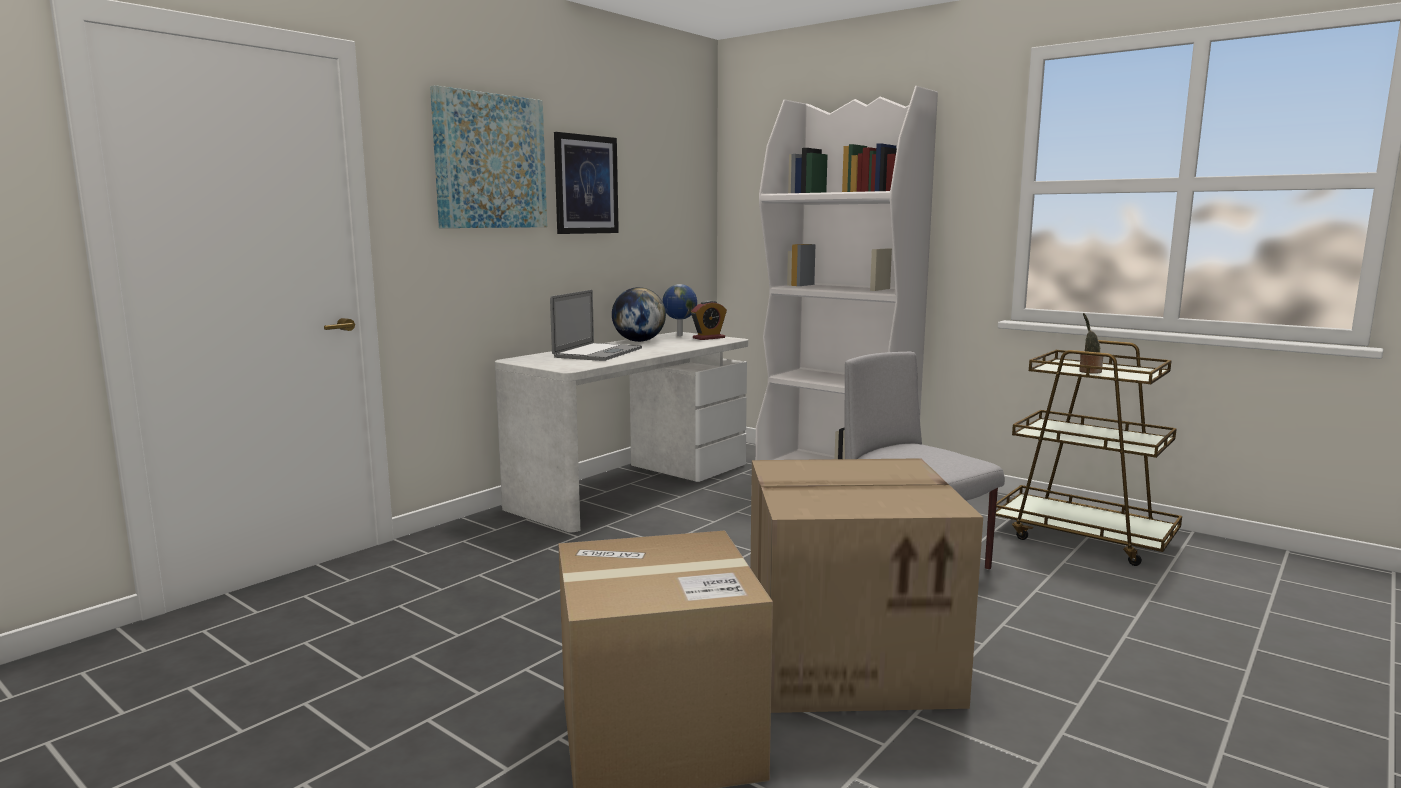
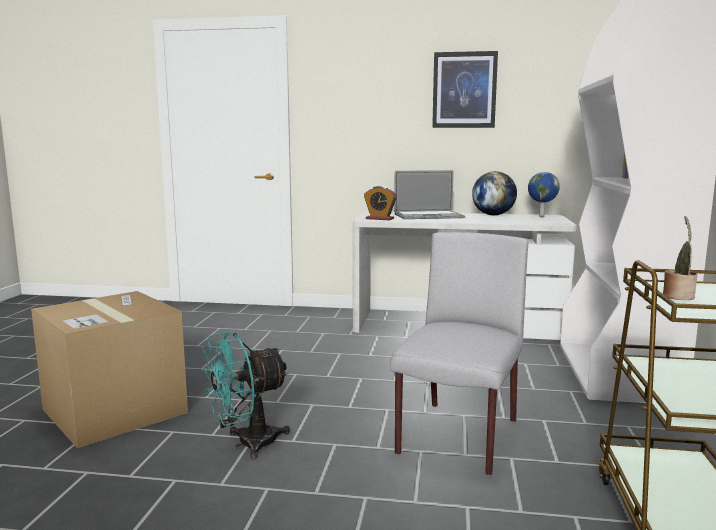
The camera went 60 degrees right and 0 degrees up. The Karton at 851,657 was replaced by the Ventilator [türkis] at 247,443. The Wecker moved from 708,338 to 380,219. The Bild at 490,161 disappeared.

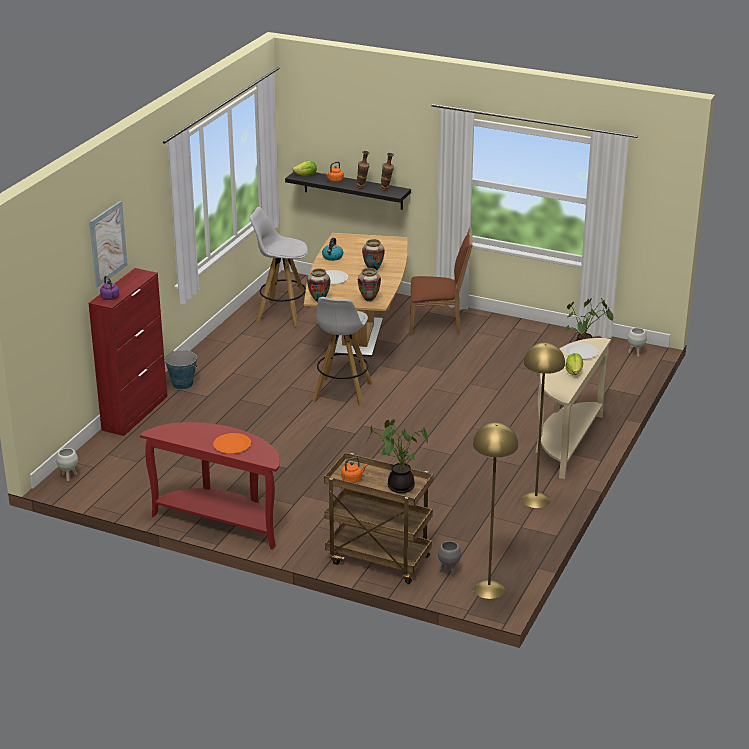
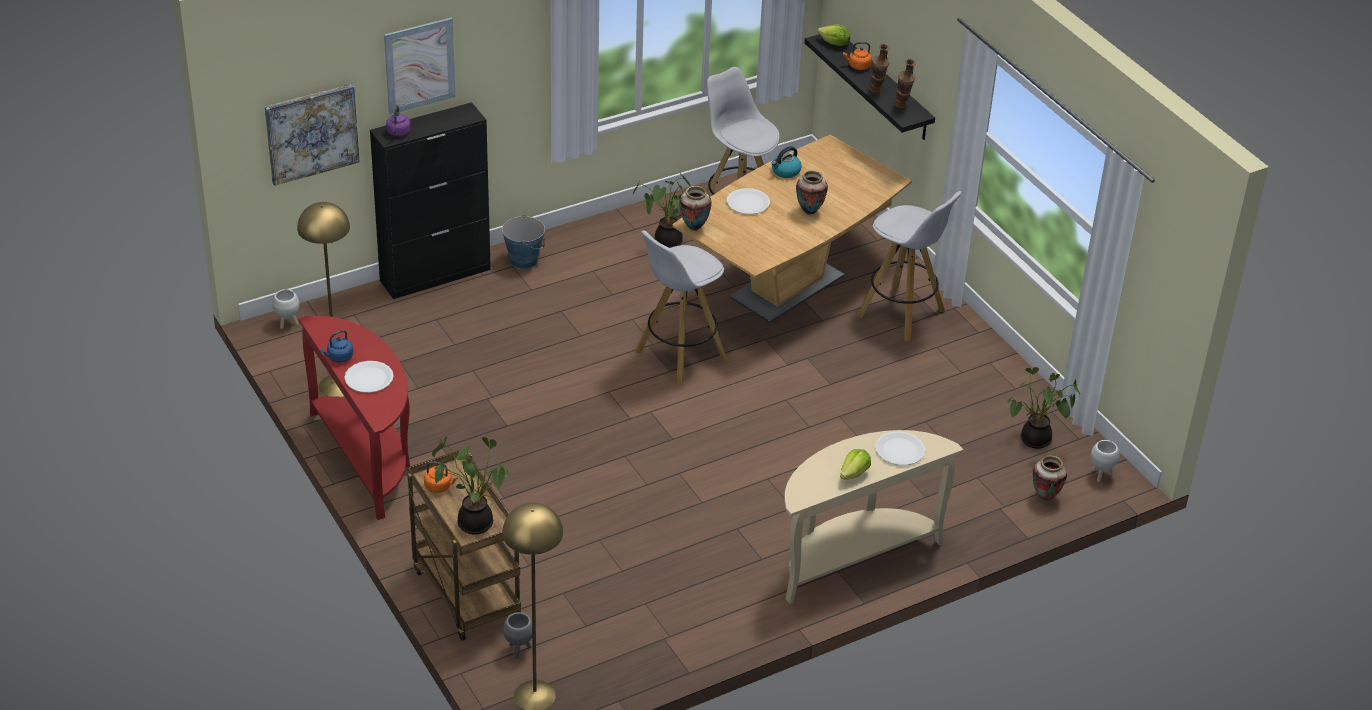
The camera went 35 degrees right and 10 degrees up. The Bild at 312,133 appeared. The Stehlampe [gelb] moved from 535,500 to 336,385. The Wasserkessel [blau] at 339,357 appeared. The Teller [orange] at 232,445 became the Teller [weiß] at 369,378. The Schrank [rot] at 135,413 became the Schrank [schwarz] at 436,275. The Topfpflanze at 665,241 appeared. The Stuhl [braun] at 438,324 was replaced by the Hocker [weiß] at 902,314. The Vase moved from 369,300 to 1045,497.

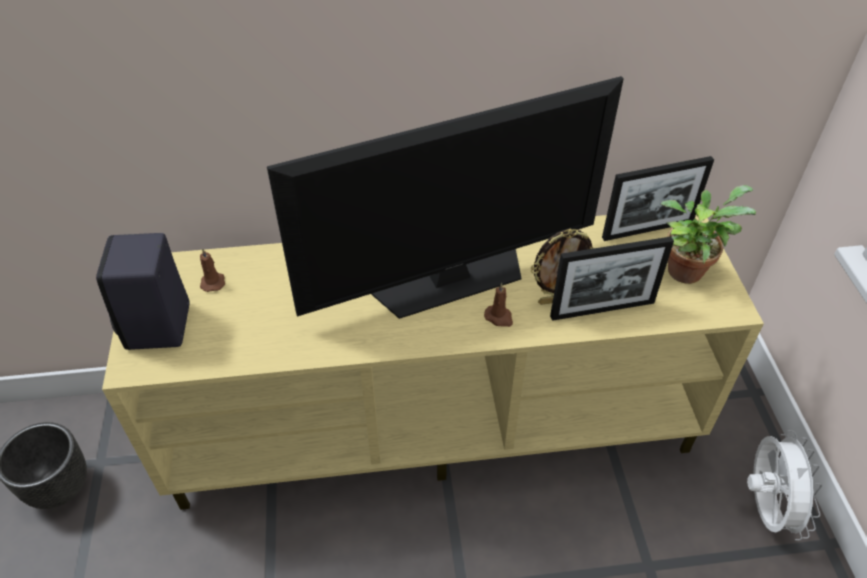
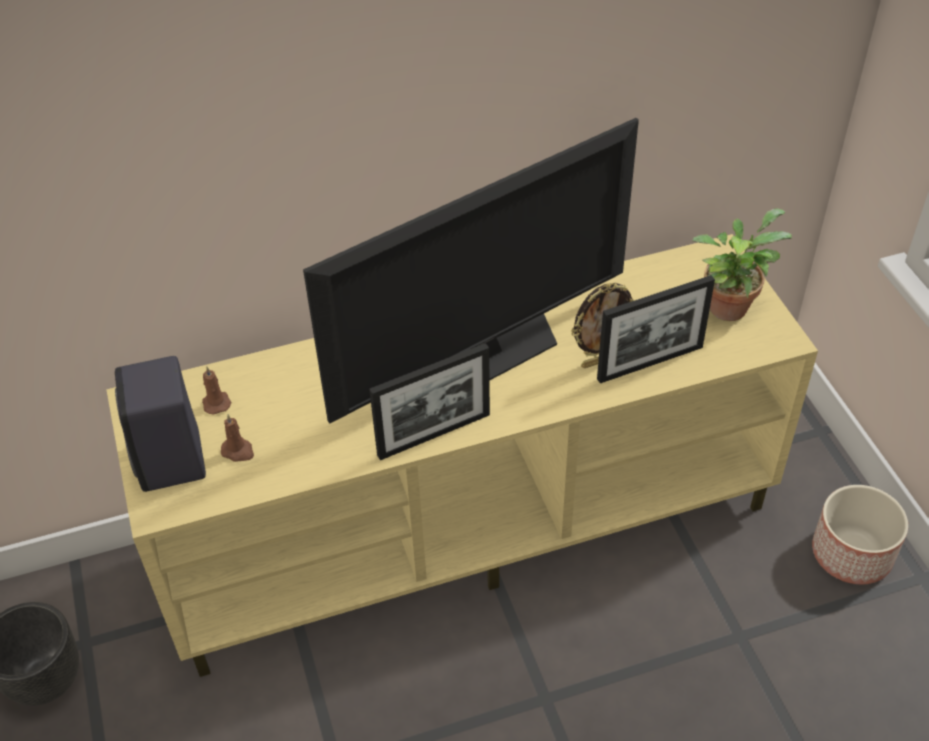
The camera went 10 degrees left and 0 degrees up. The Kerze [braun] moved from 499,317 to 238,451. The Bilderrahmen moved from 648,229 to 434,435. The Ventilator [weiß] at 764,508 was replaced by the Pflanzkübel at 850,553.

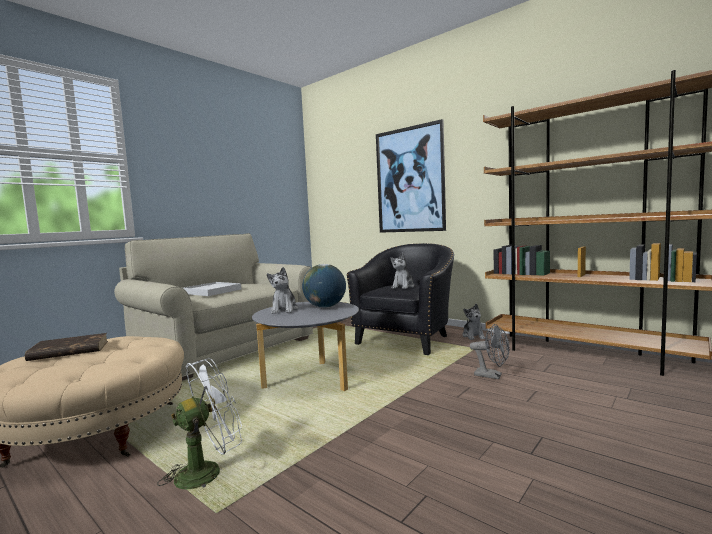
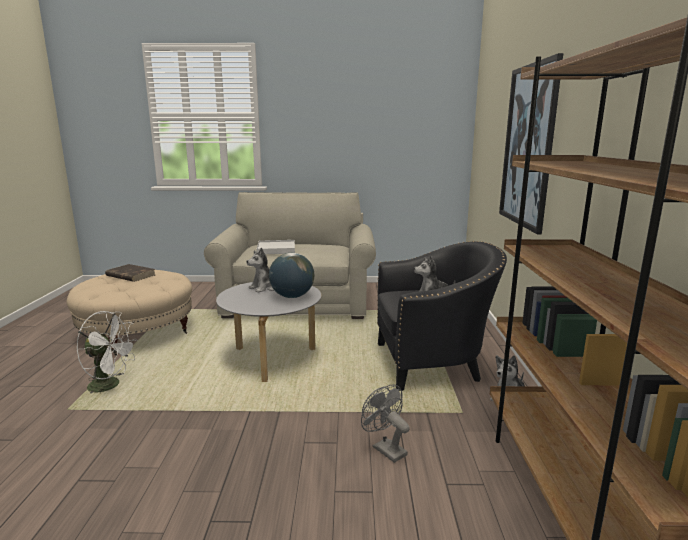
The camera went 50 degrees right and 10 degrees up. The Ventilator [grau] at 492,376 turned 150 degrees clockwise.

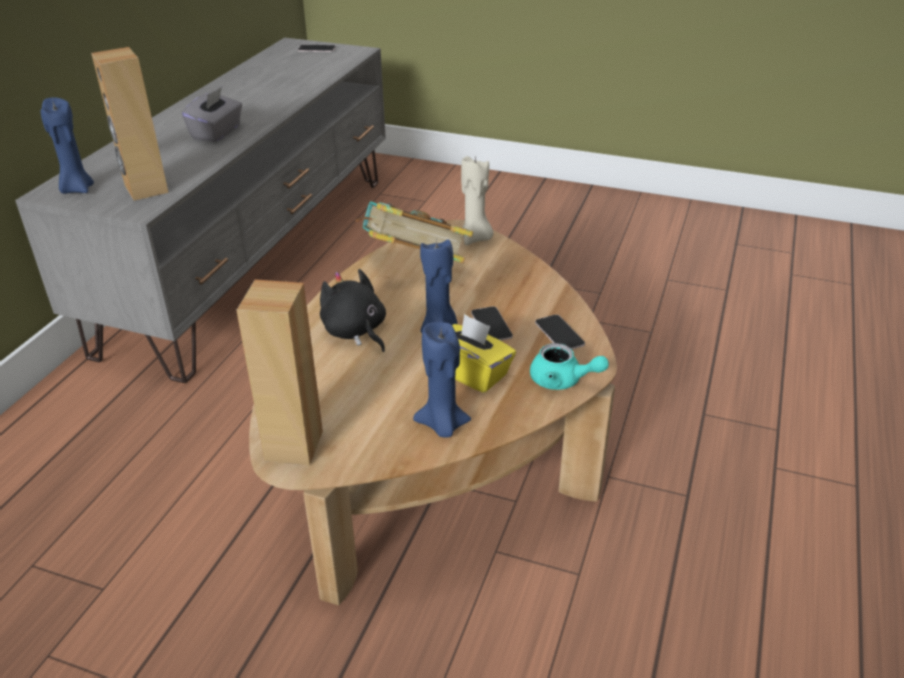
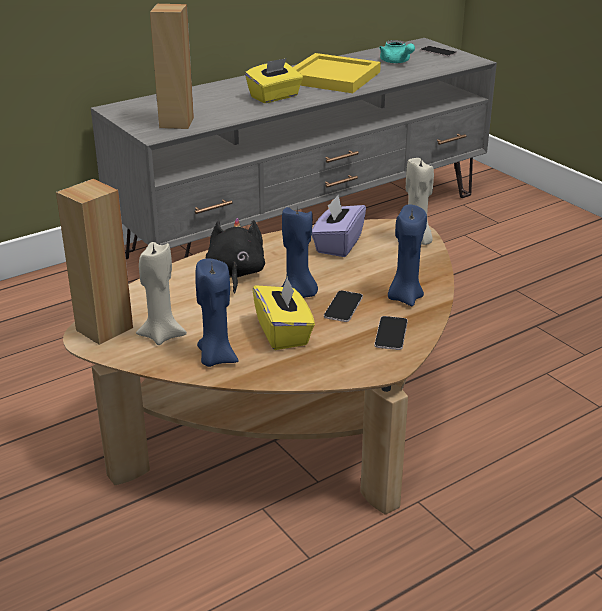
The camera went 35 degrees right and 5 degrees down. The Kerze [beige] at 161,335 appeared. The Taschentuchbox [grau] at 217,133 became the Taschentuchbox [gelb] at 274,97. The Tablett [gelb] at 331,77 appeared. The Buch at 414,266 was replaced by the Taschentuchbox [lila] at 338,244. The Teekanne [türkis] moved from 562,381 to 396,62. The Kerze [blau] moved from 76,189 to 404,297.

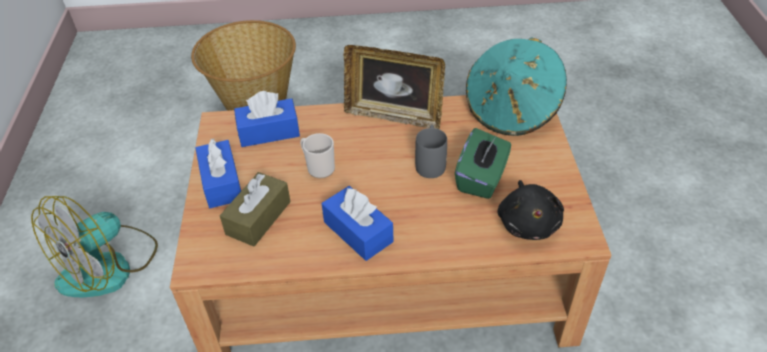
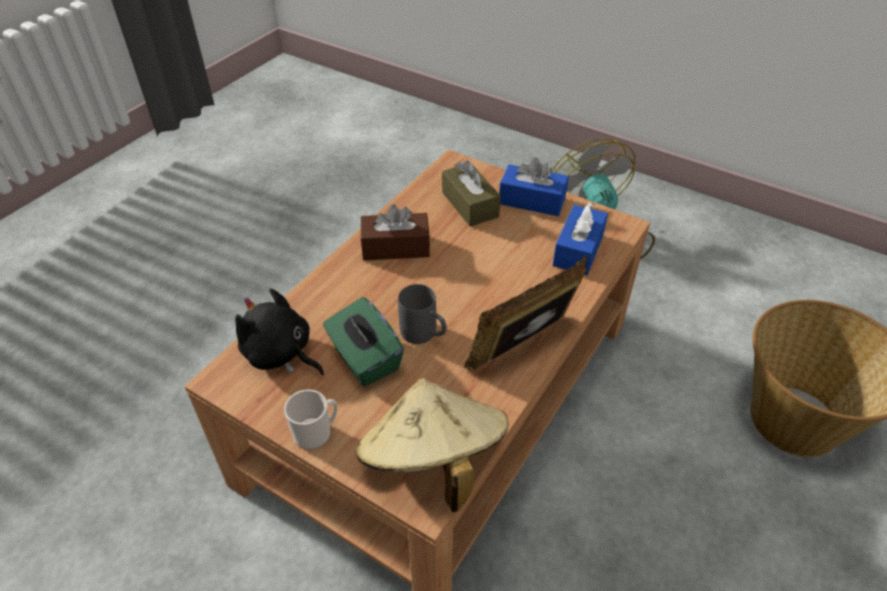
The camera went 125 degrees right and 0 degrees up. The Henkelbecher moved from 318,167 to 316,433. The Hut [türkis] at 512,110 became the Hut [beige] at 432,463. The Taschentuchbox [blau] at 358,232 became the Taschentuchbox [braun] at 395,247.

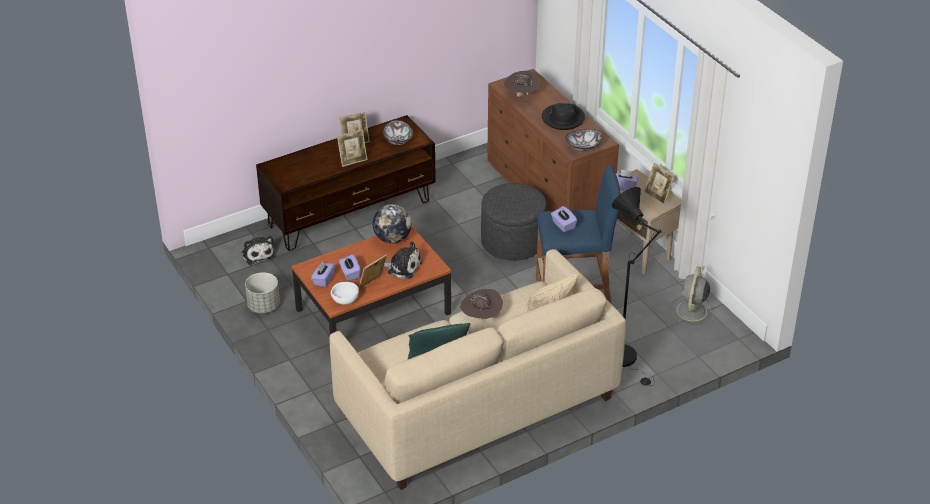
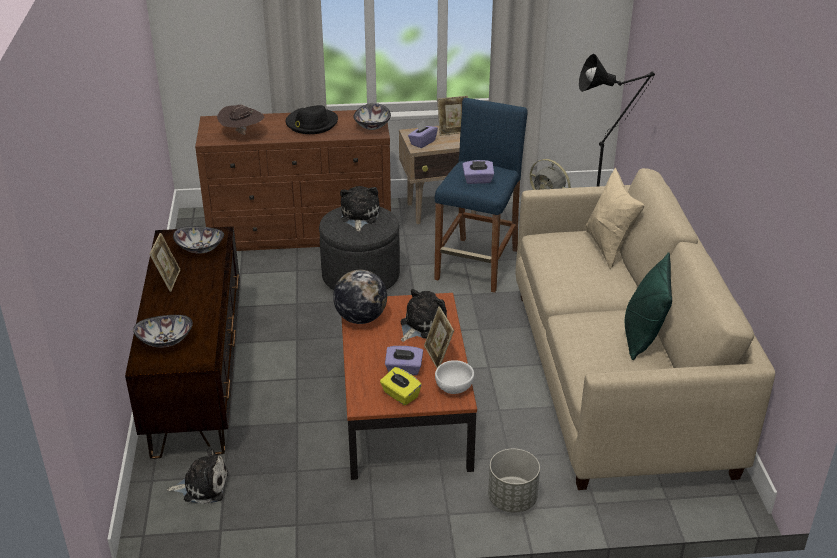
The camera went 65 degrees left and 5 degrees down. The Schüssel at 165,340 appeared. The Plüschtier at 359,216 appeared. The Taschentuchbox [lila] at 323,280 became the Taschentuchbox [gelb] at 400,395. The Pflanzkübel [grau] moved from 263,306 to 512,499. The Bilderrahmen at 353,160 disappeared. The Hut [braun] at 481,317 disappeared.

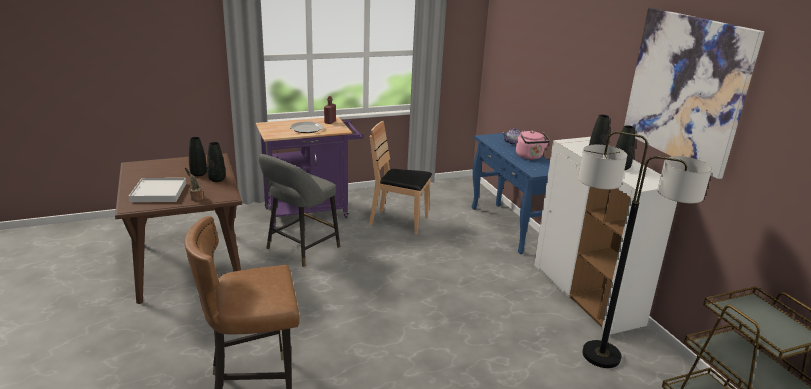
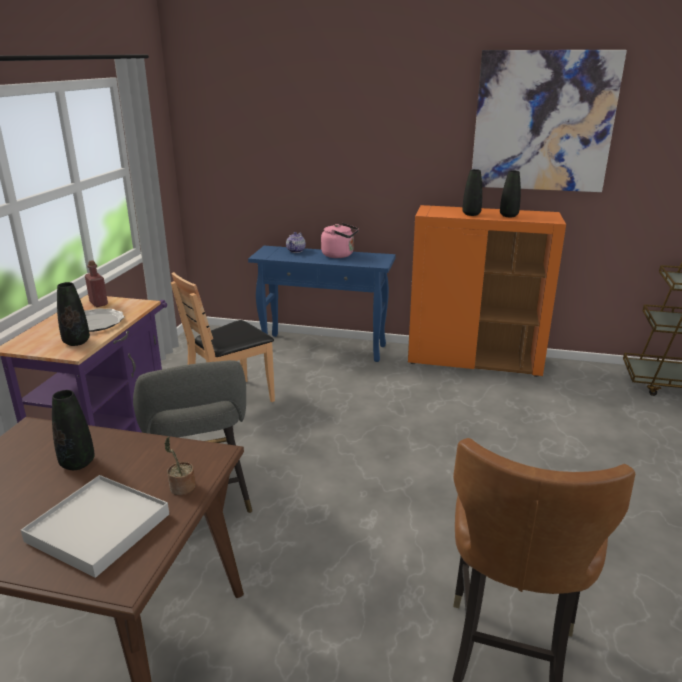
The camera went 55 degrees left and 0 degrees up. The Vase [schwarz] moved from 217,180 to 76,342. The Schrank [weiß] at 586,296 became the Schrank [orange] at 475,361. The Stehlampe at 601,355 disappeared.

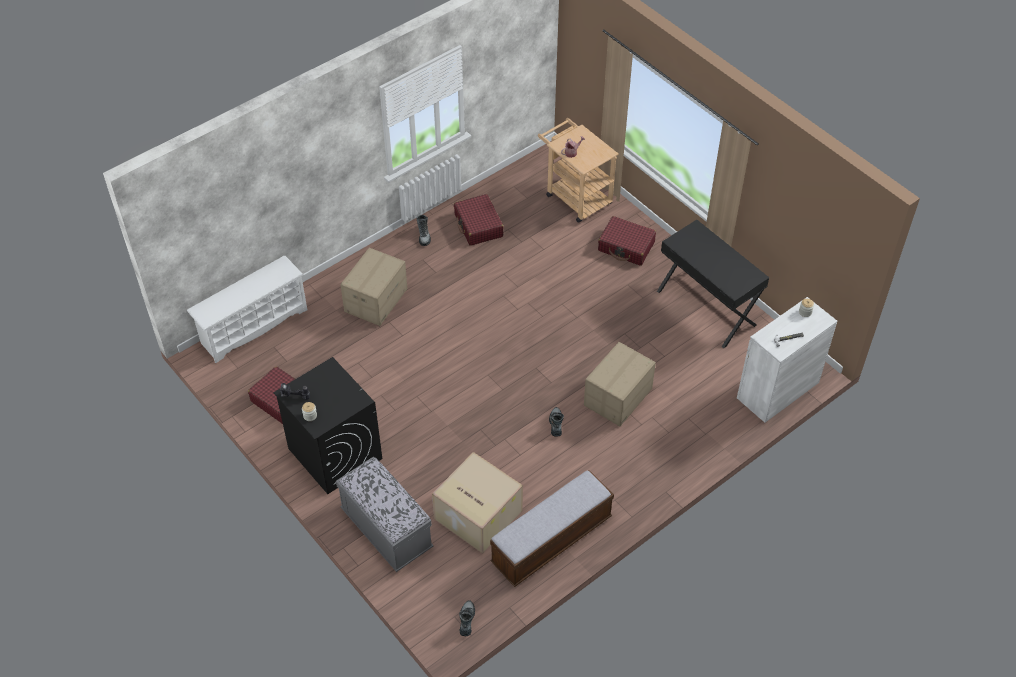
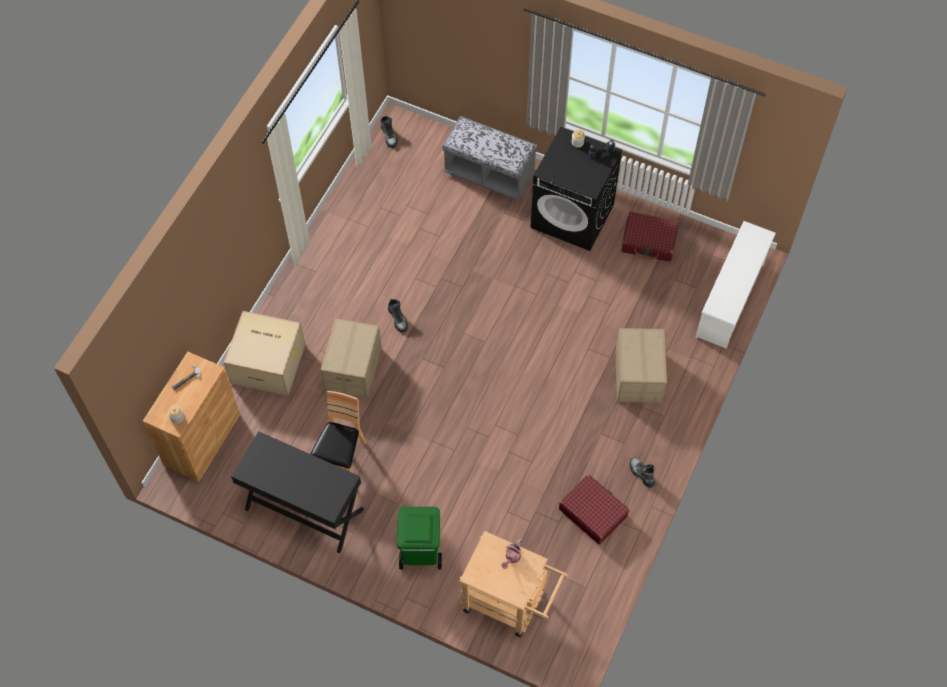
The camera went 155 degrees right and 10 degrees up. The Schrank [weiß] at 778,390 became the Schrank [braun] at 202,440. The Karton moved from 476,515 to 269,363. The Stuhl [braun] at 342,460 appeared. The Koffer [rot] at 626,247 was replaced by the Mülleimer [grün] at 420,554. The Bank at 551,541 disappeared.

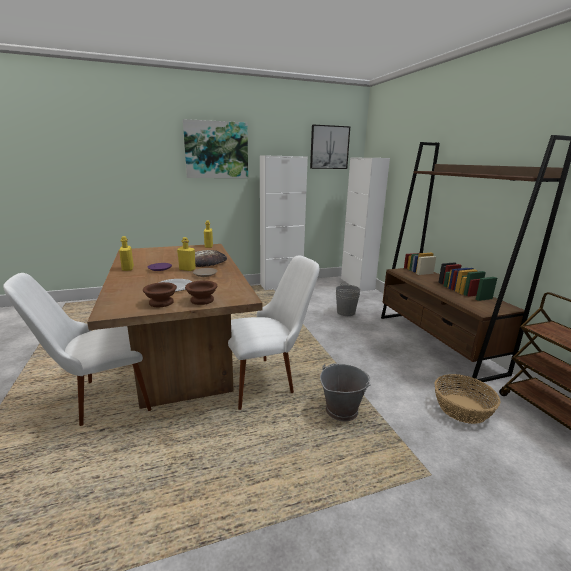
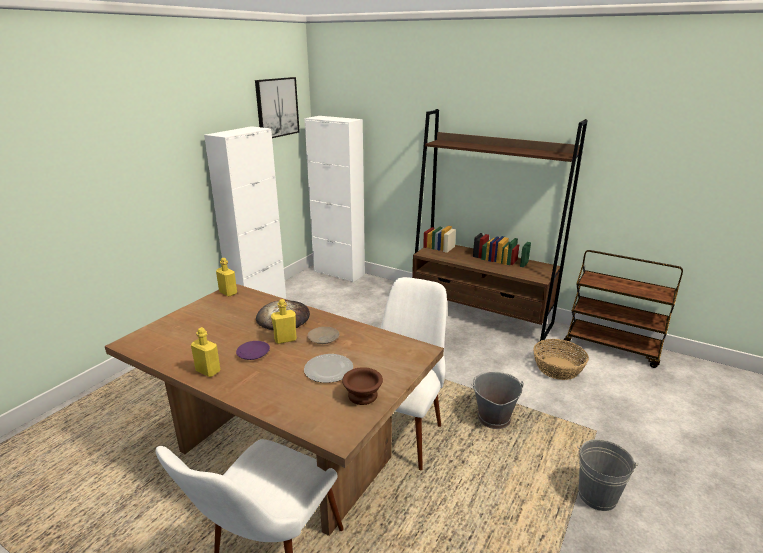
The camera went 40 degrees left and 5 degrees up. The Eimer [grau] moved from 346,312 to 597,495. The Bild at 216,150 disappeared. The Schüssel [braun] at 203,300 disappeared.

